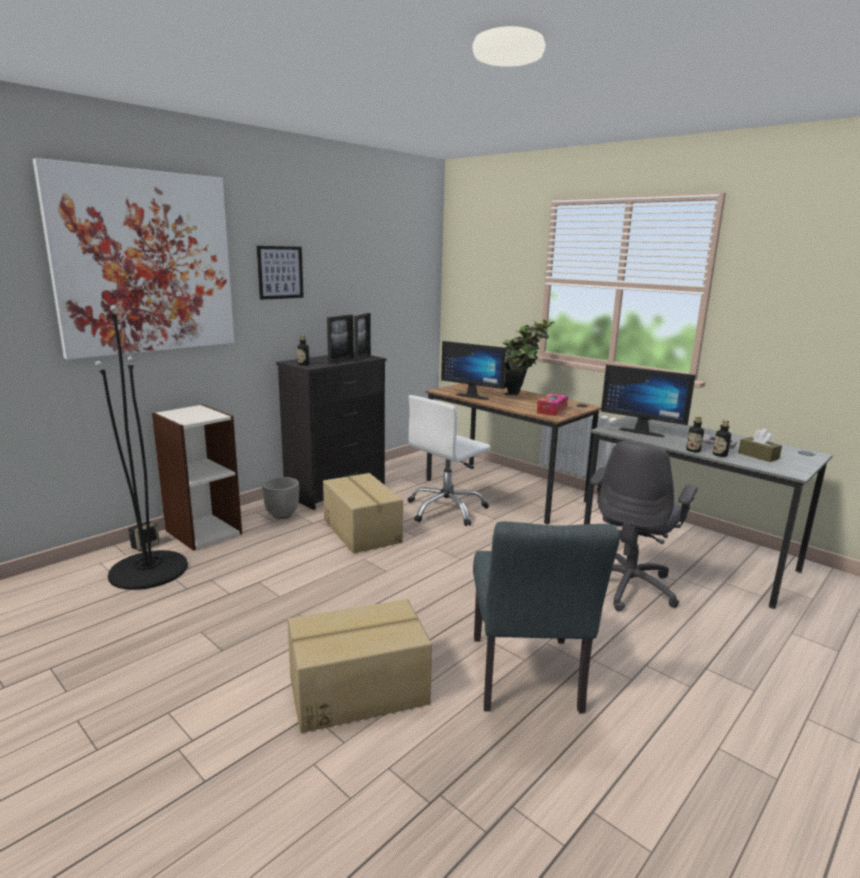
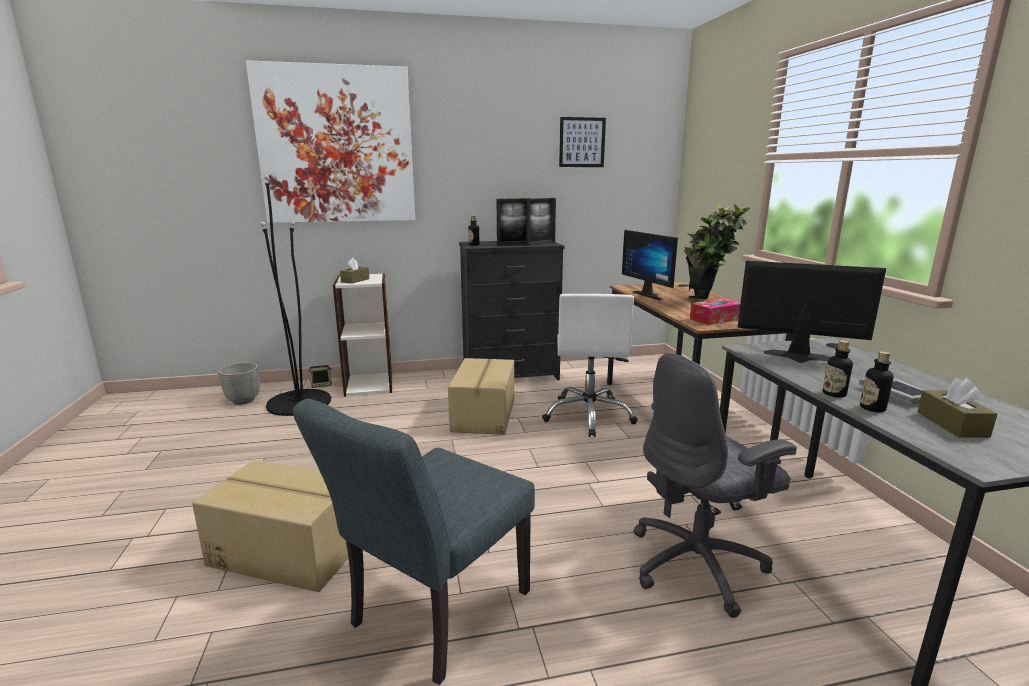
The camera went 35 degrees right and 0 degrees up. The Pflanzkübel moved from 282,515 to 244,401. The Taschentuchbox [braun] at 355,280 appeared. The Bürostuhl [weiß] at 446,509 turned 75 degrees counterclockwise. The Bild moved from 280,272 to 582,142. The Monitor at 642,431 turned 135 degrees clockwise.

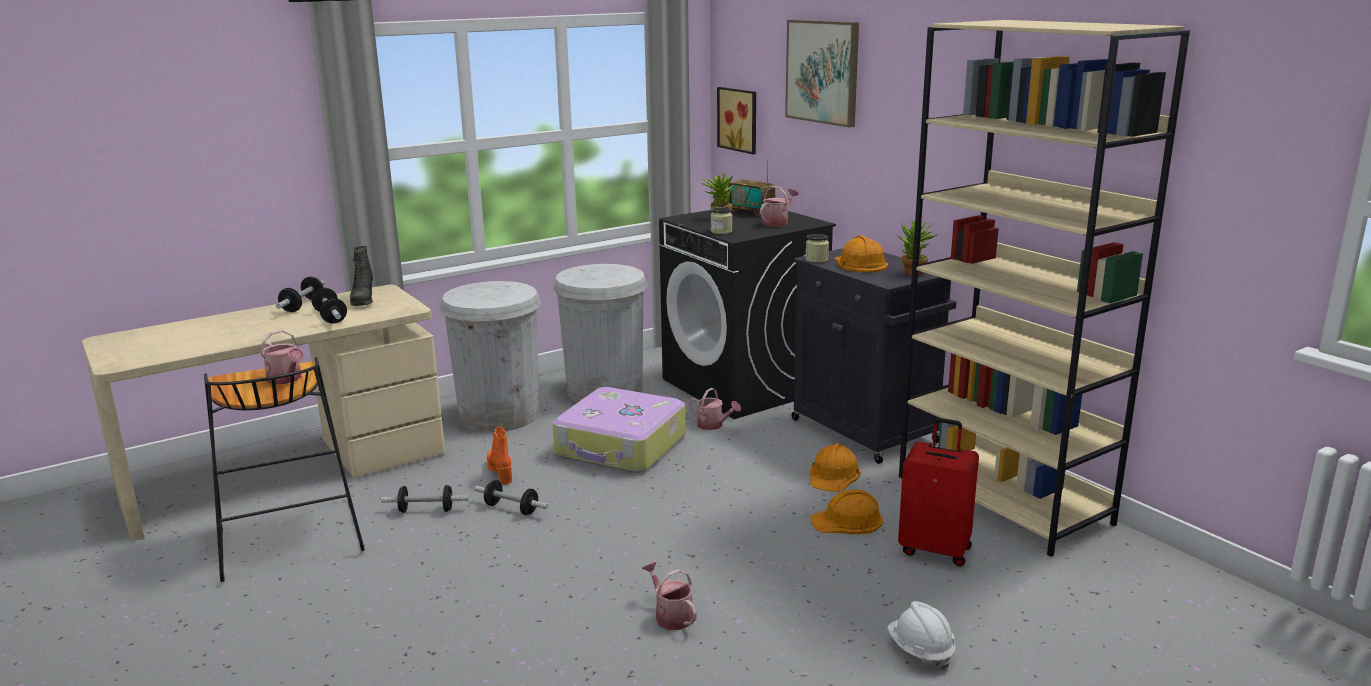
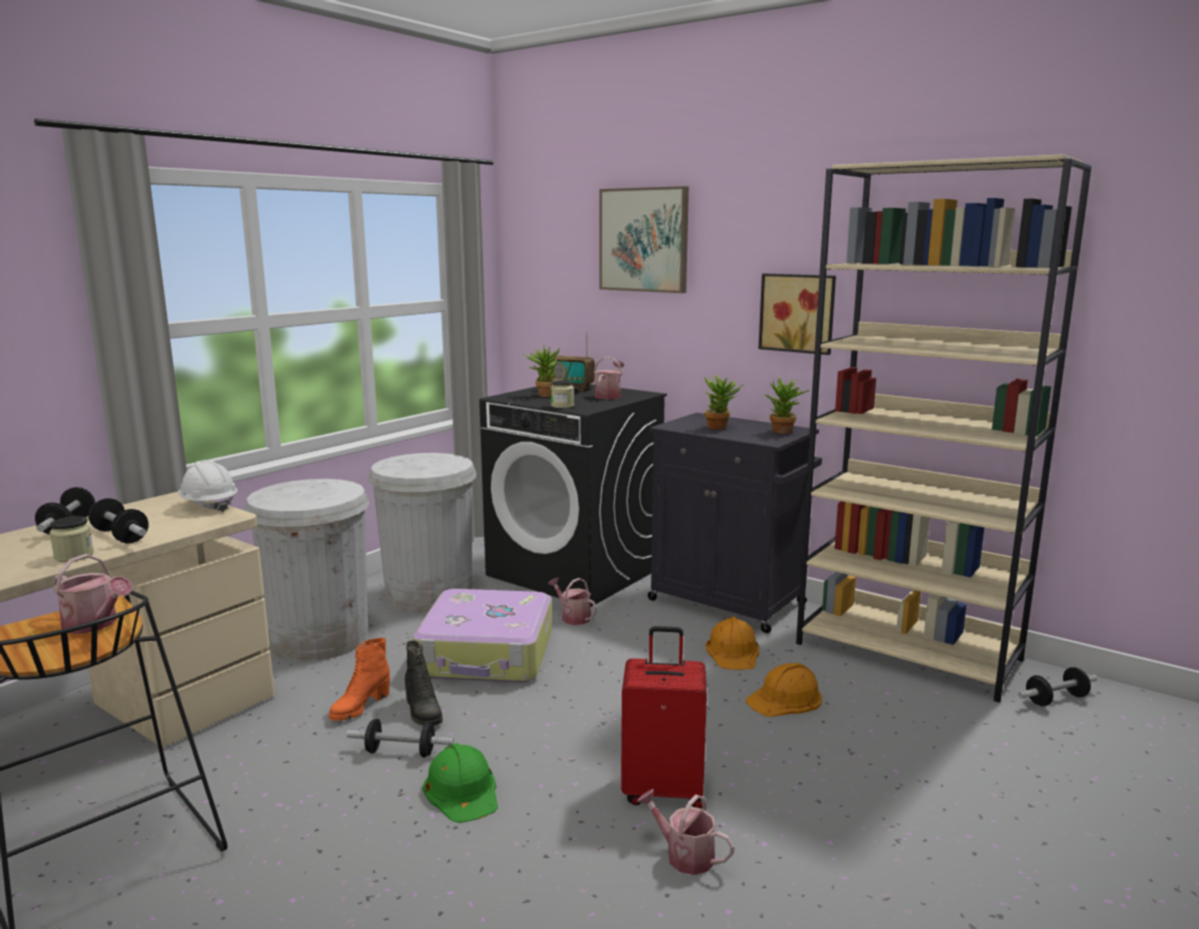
The camera went 20 degrees left and 5 degrees down. The Vorratsglas moved from 816,259 to 74,556. The Schutzhelm [weiß] moved from 920,651 to 209,505. The Stiefel [orange] at 501,472 turned 105 degrees counterclockwise. The Stiefel [schwarz] moved from 363,300 to 422,712. The Schutzhelm [grün] at 462,790 appeared. The Gießkanne at 713,425 turned 150 degrees counterclockwise. The Koffer [rot] moved from 935,549 to 663,790. The Schutzhelm [orange] at 859,264 was replaced by the Topfpflanze at 721,428. The Bild moved from 739,119 to 798,313. The Hantel moved from 426,510 to 1056,699.

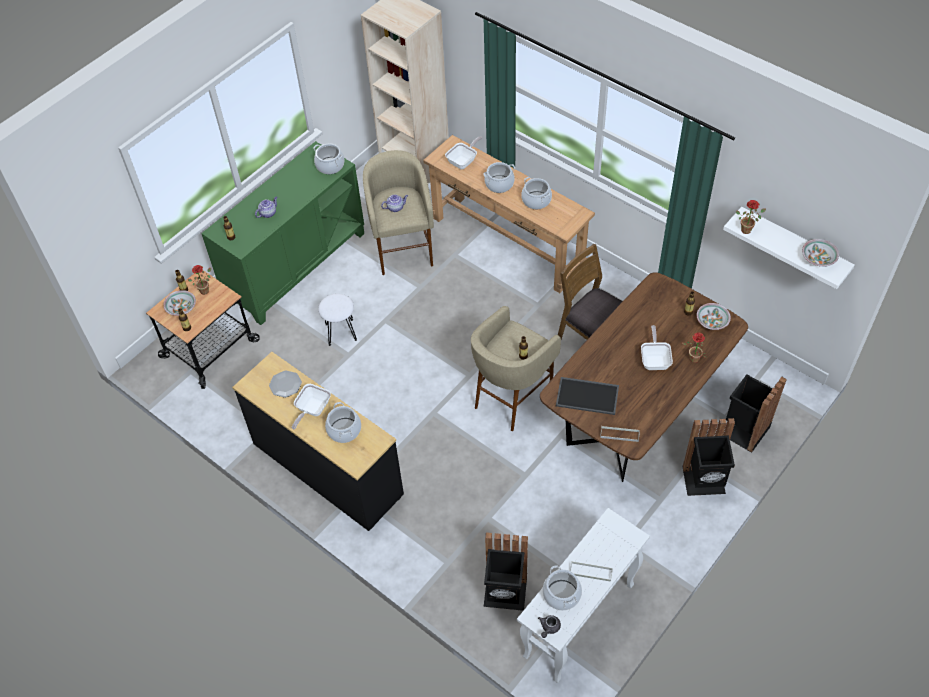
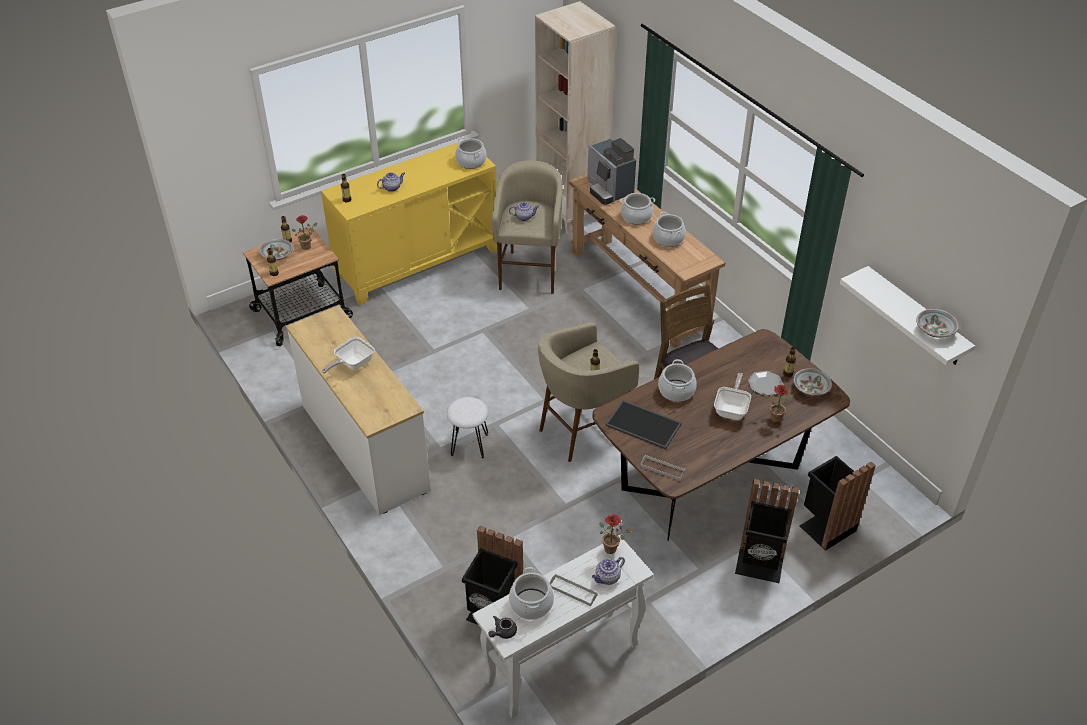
The camera went 15 degrees right and 10 degrees down. The Kommode [schwarz] at 327,469 became the Kommode [weiß] at 364,448. The Schrank [grün] at 295,266 became the Schrank [gelb] at 417,262. The Hocker [weiß] moved from 341,332 to 469,444. The Pfanne at 464,161 was replaced by the Kaffeemaschine at 609,190. The Teekanne at 607,578 appeared. The Topfpflanze moved from 747,229 to 613,548. The Kochtopf moved from 344,430 to 676,391. The Teller moved from 285,384 to 765,384.

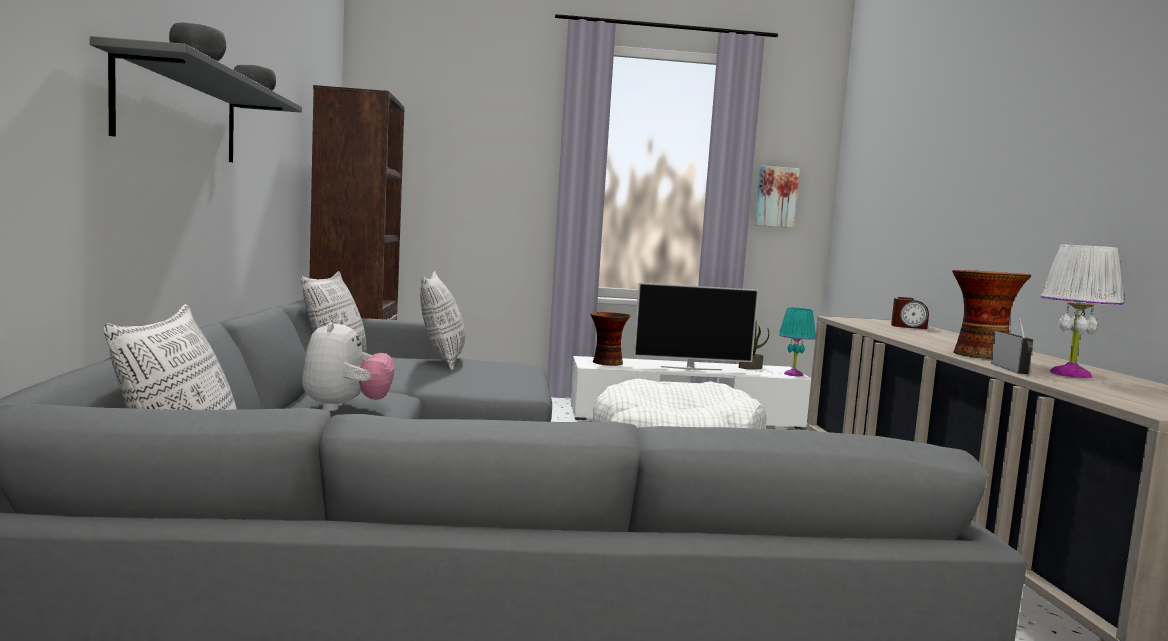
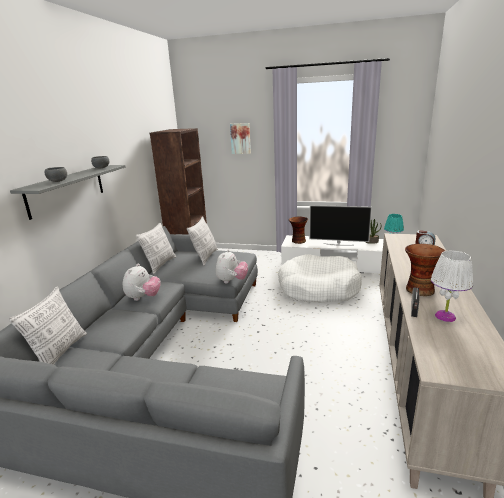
The camera went 20 degrees right and 15 degrees up. The Plüschtier at 232,281 appeared. The Bild moved from 776,197 to 240,138.

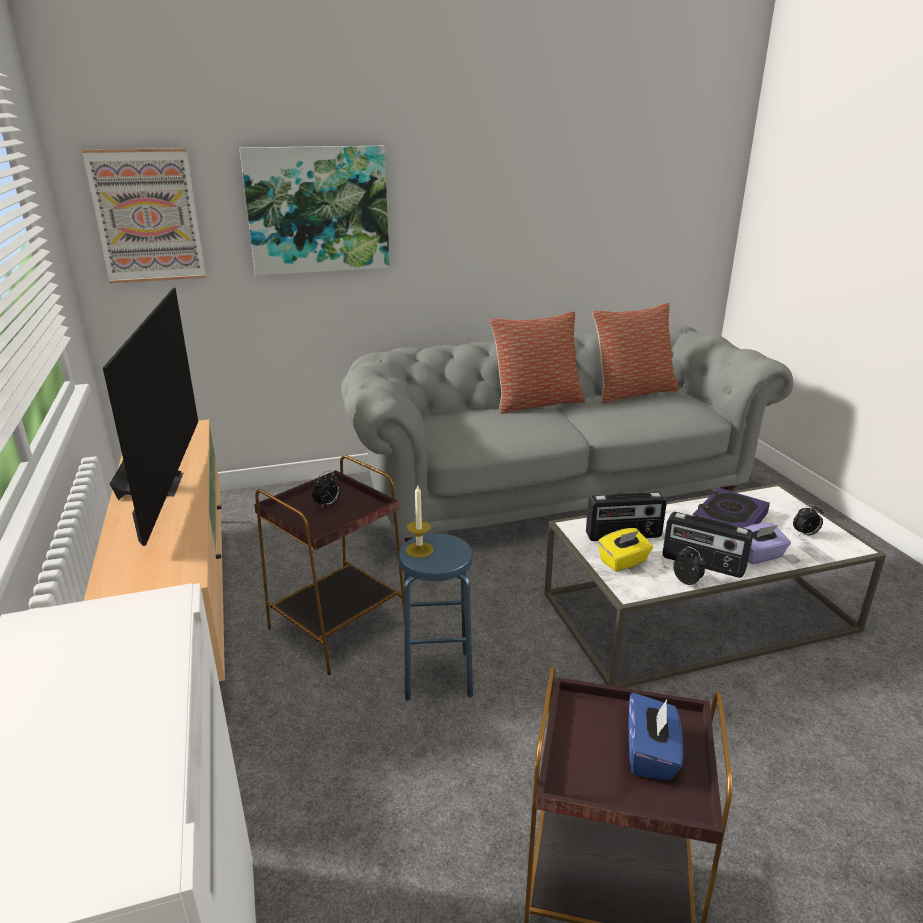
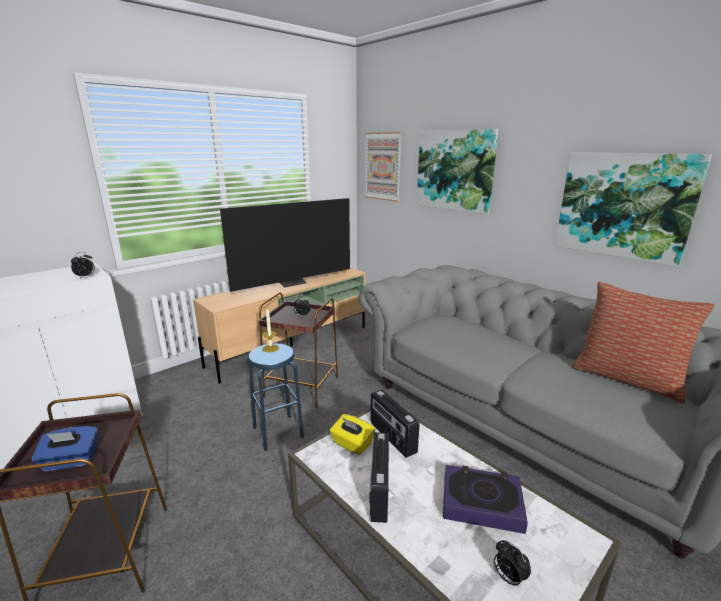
The camera went 65 degrees right and 5 degrees down. The Wecker moved from 687,582 to 86,277. The Bild at 623,205 appeared. The Kissen at 536,403 disappeared. The Taschentuchbox [lila] at 759,556 disappeared.

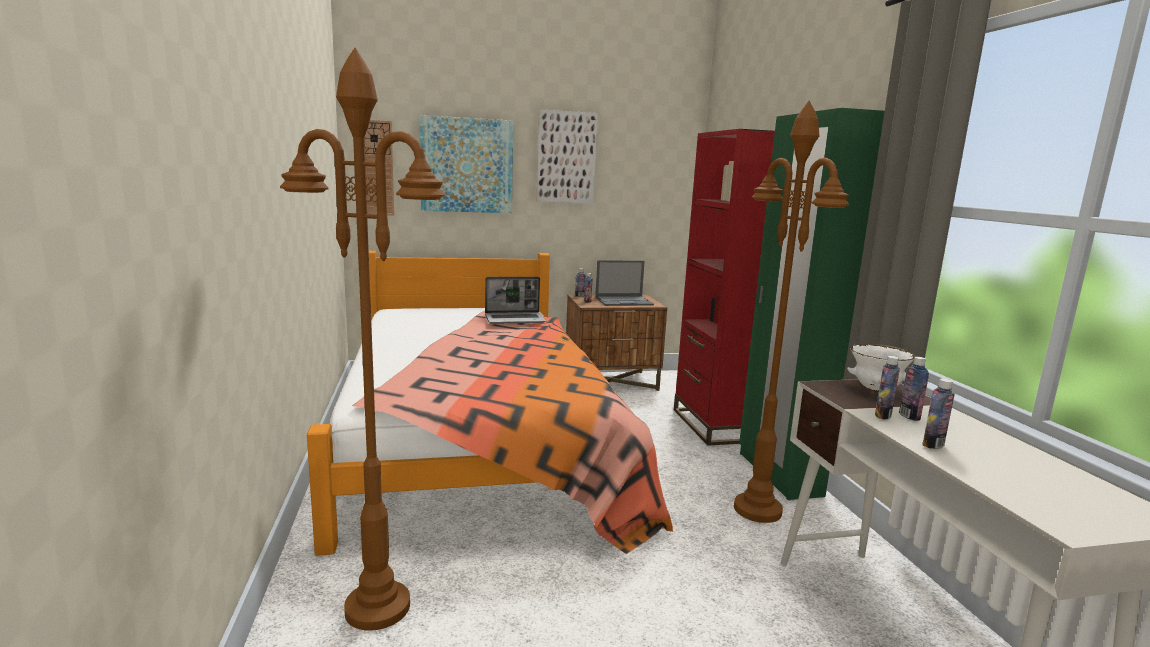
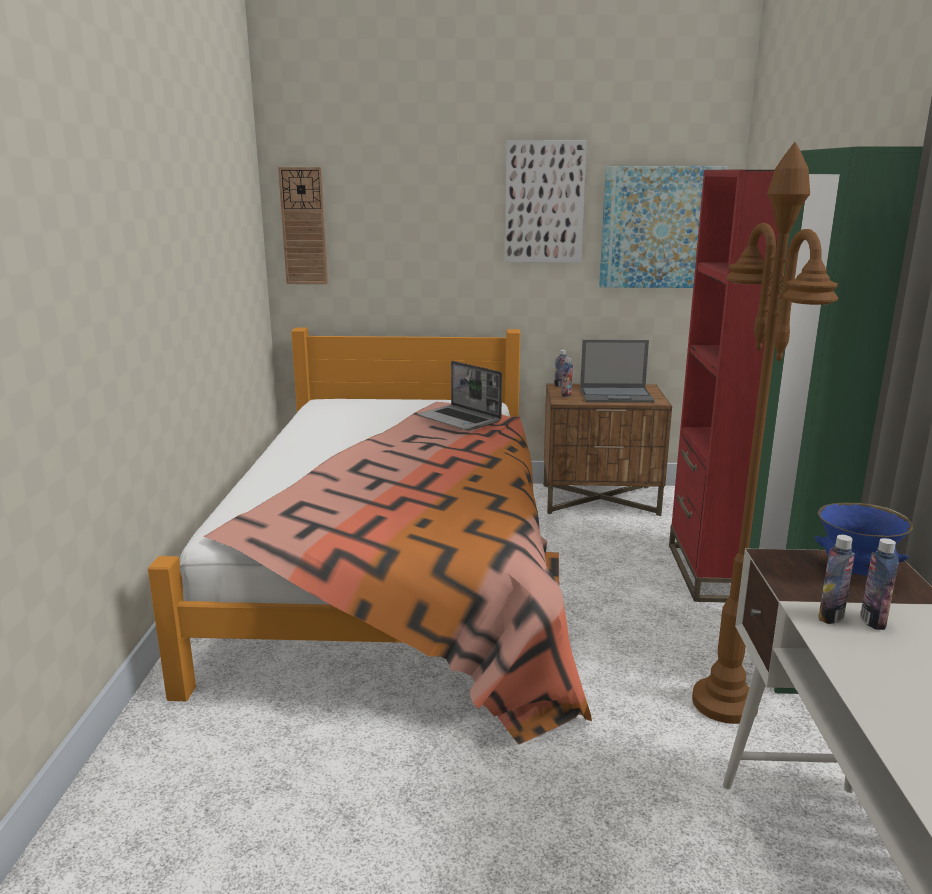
The camera went 15 degrees right and 5 degrees up. The Laptop at 515,319 turned 45 degrees clockwise. The Bild moved from 466,165 to 660,228. The Schüssel [weiß] at 876,390 became the Schüssel [blau] at 856,571. The Stehlampe [braun] at 378,608 disappeared. The Flasche at 933,445 disappeared.

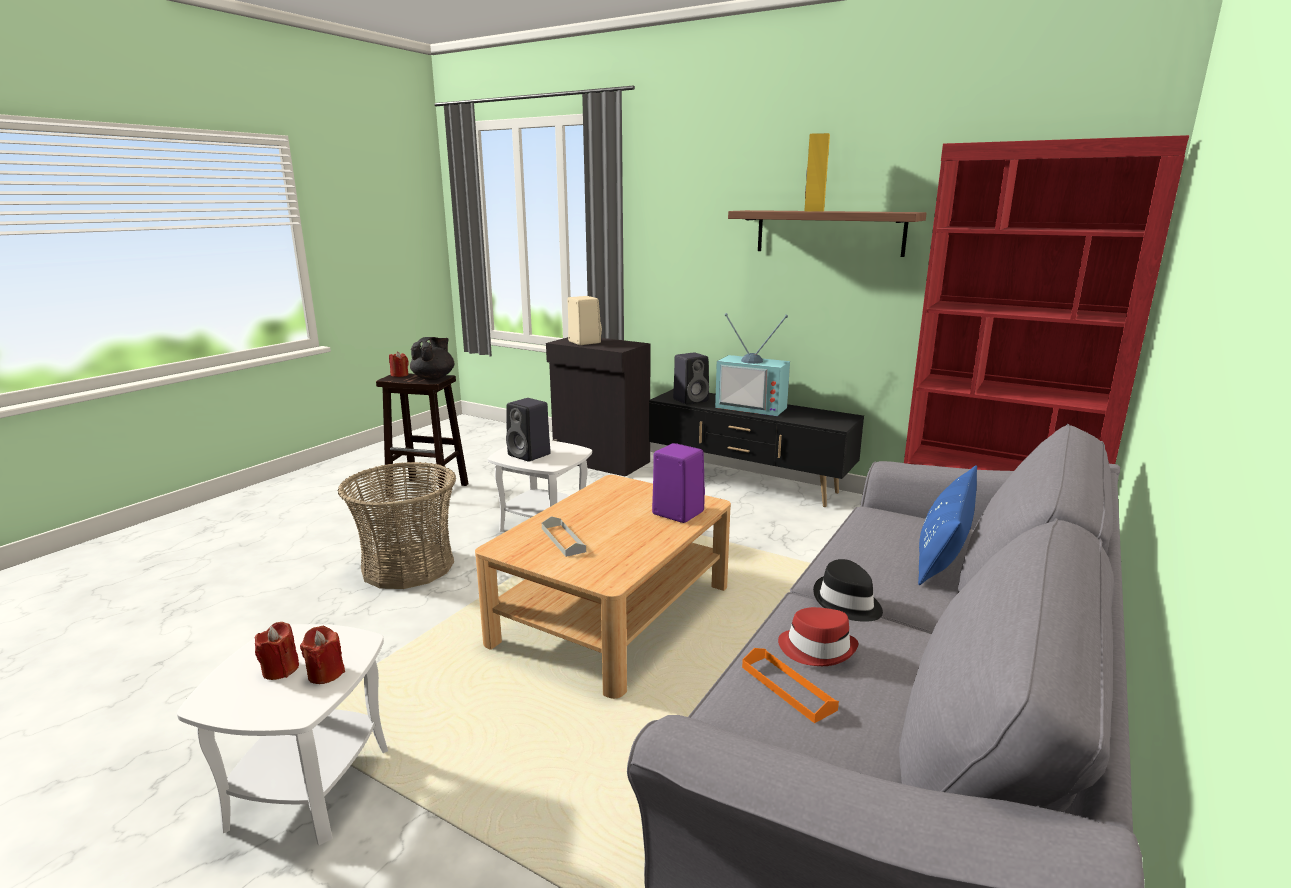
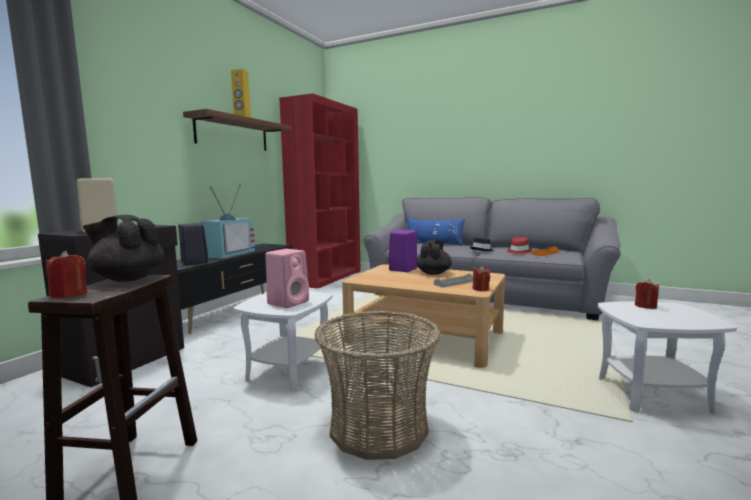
The camera went 95 degrees left and 10 degrees down. The Lautsprecher [schwarz] at 530,455 became the Lautsprecher [rosa] at 289,302. The Teekanne [schwarz] at 434,273 appeared. The Kerze [rot] moved from 280,669 to 480,289.

